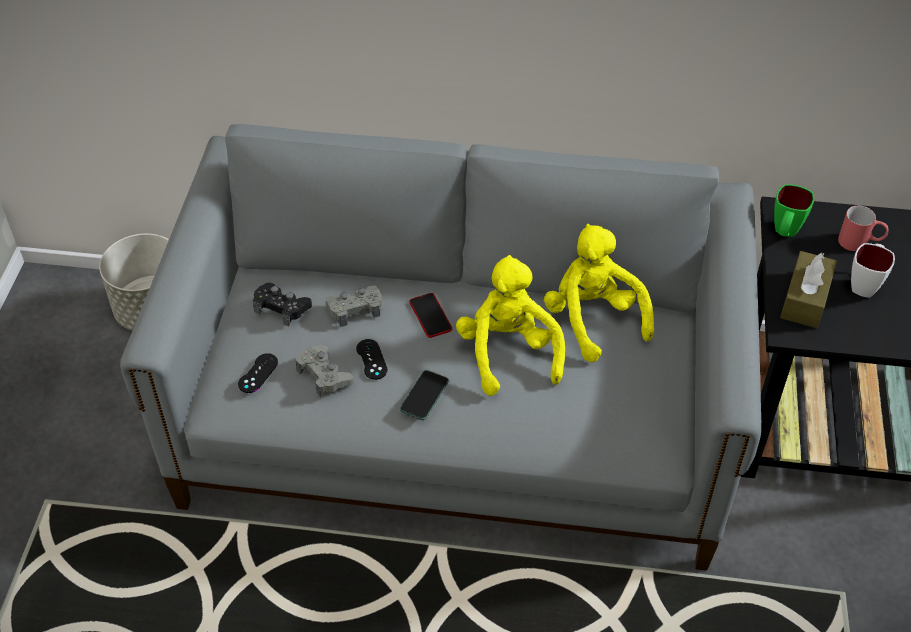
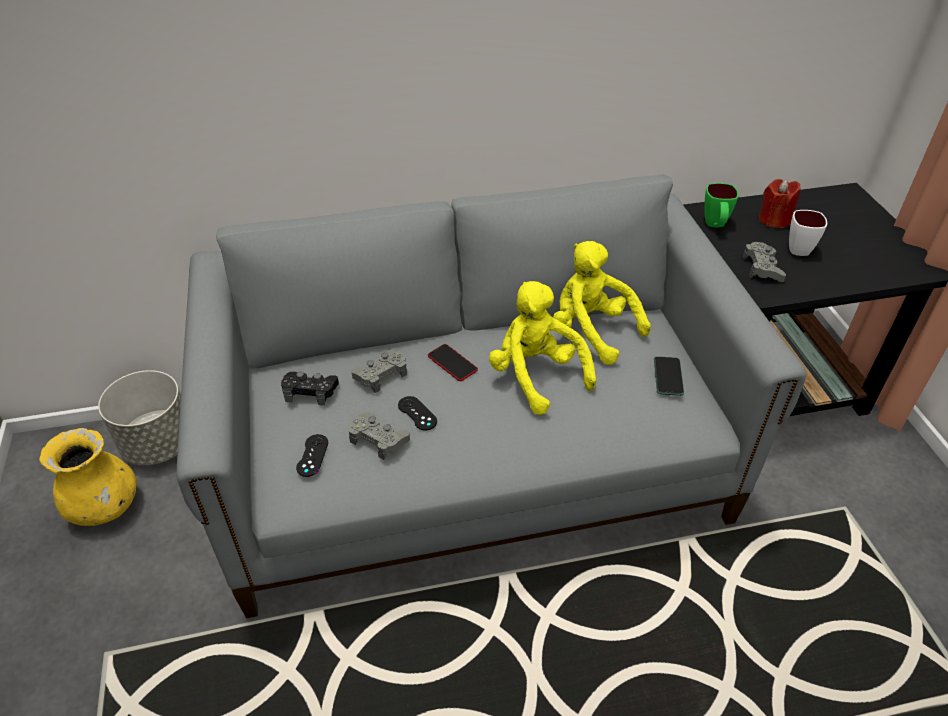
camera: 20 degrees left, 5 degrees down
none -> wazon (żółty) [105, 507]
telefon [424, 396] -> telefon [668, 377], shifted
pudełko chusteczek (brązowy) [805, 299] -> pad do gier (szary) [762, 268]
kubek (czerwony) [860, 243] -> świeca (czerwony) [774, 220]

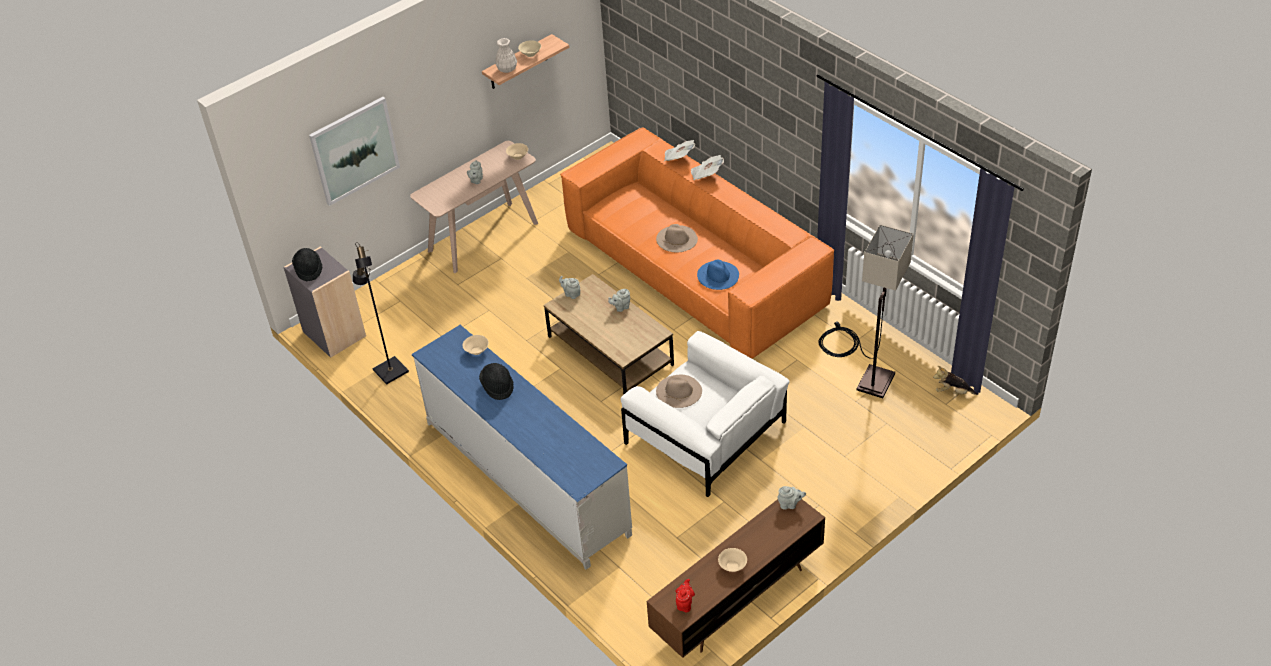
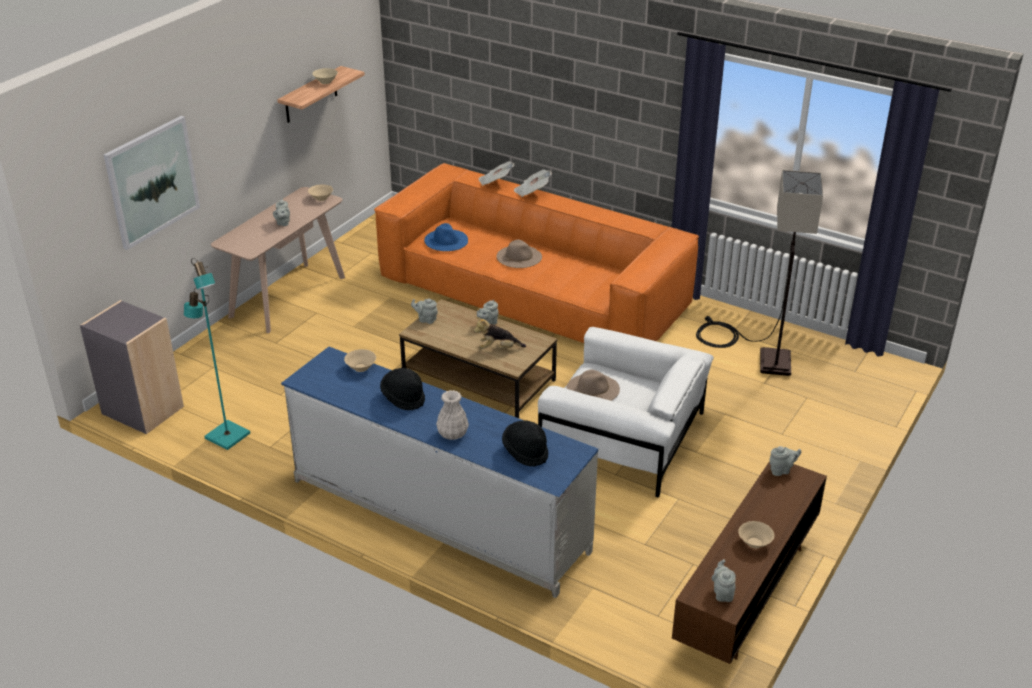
camera: 20 degrees left, 10 degrees down
lampa stojąca (czarny) [390, 371] -> lampa stojąca (turkusowy) [227, 435]
kapelusz (niebieski) [718, 275] -> kapelusz (niebieski) [446, 240], shifted
wazon (biały) [506, 69] -> wazon (biały) [452, 434], shifted
pluszak [953, 392] -> pluszak [498, 349], shifted
kapelusz (czarny) [308, 270] -> kapelusz (czarny) [525, 452], shifted
imbryk (czerwony) [685, 603] -> imbryk (szary) [722, 593]

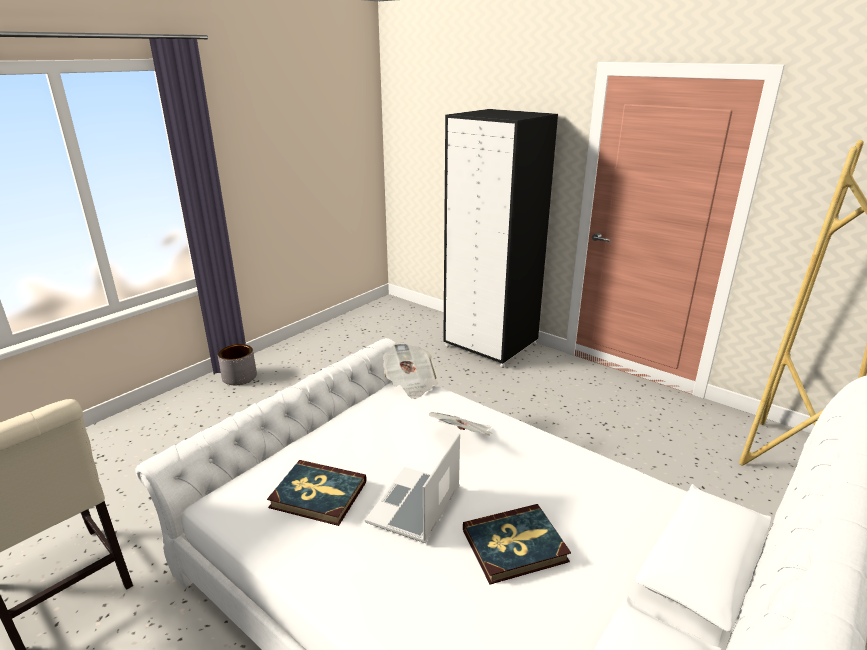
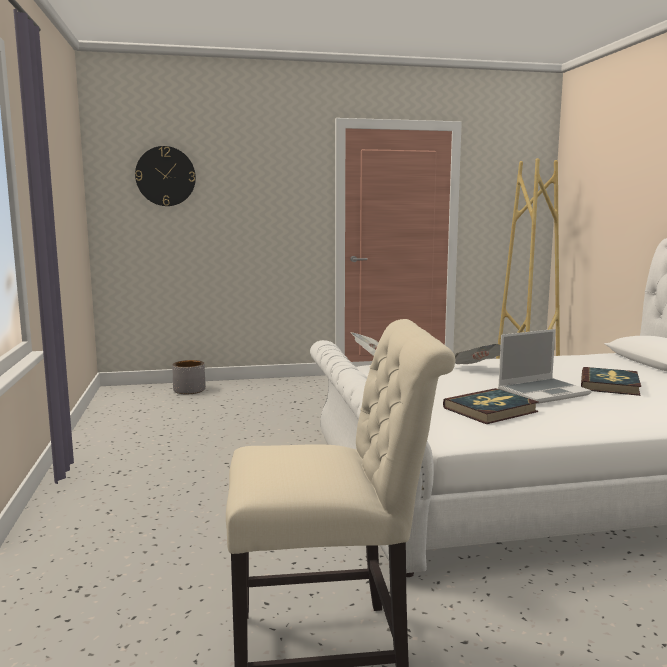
camera: 50 degrees left, 15 degrees down
none -> zegar ścienny [165, 176]
donica (szary) [239, 377] -> donica (szary) [189, 390], shifted
laptop [415, 507] -> laptop [543, 392], 90 degrees counterclockwise
szafa [491, 346] -> none

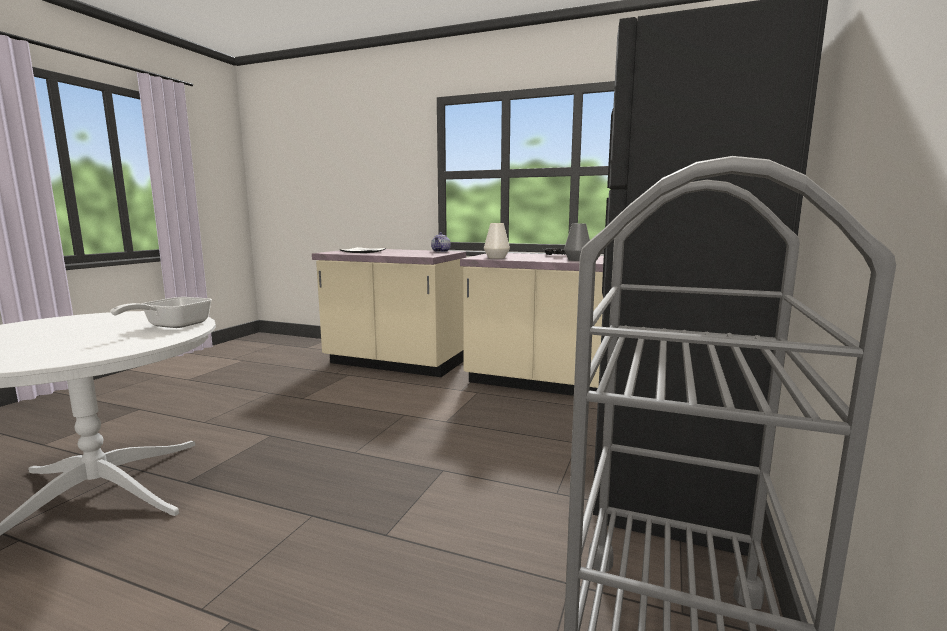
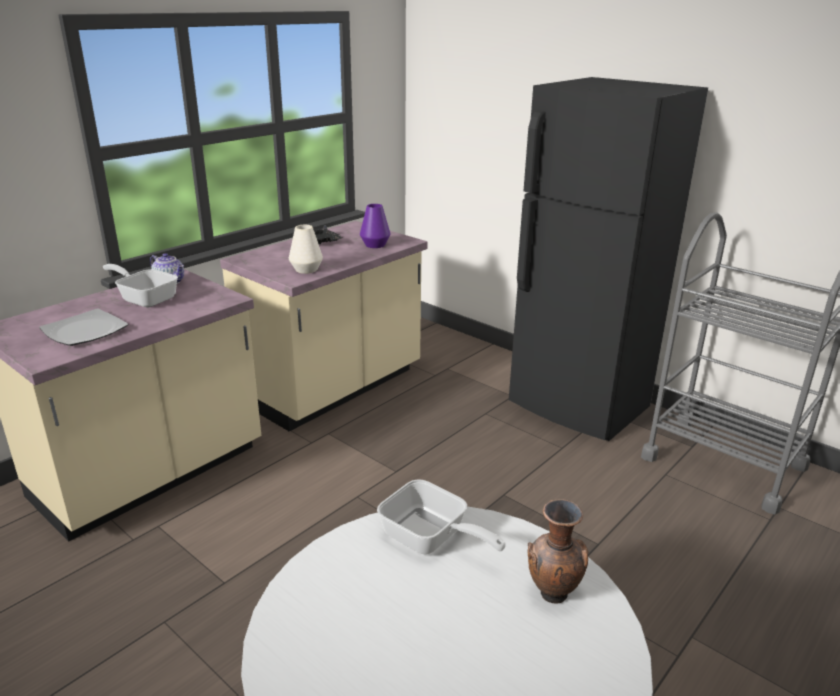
camera: 70 degrees left, 15 degrees up
none -> patelnia [145, 298]
wazon (szary) [577, 260] -> wazon (fioletowy) [375, 245]
none -> wazon (brązowy) [552, 596]

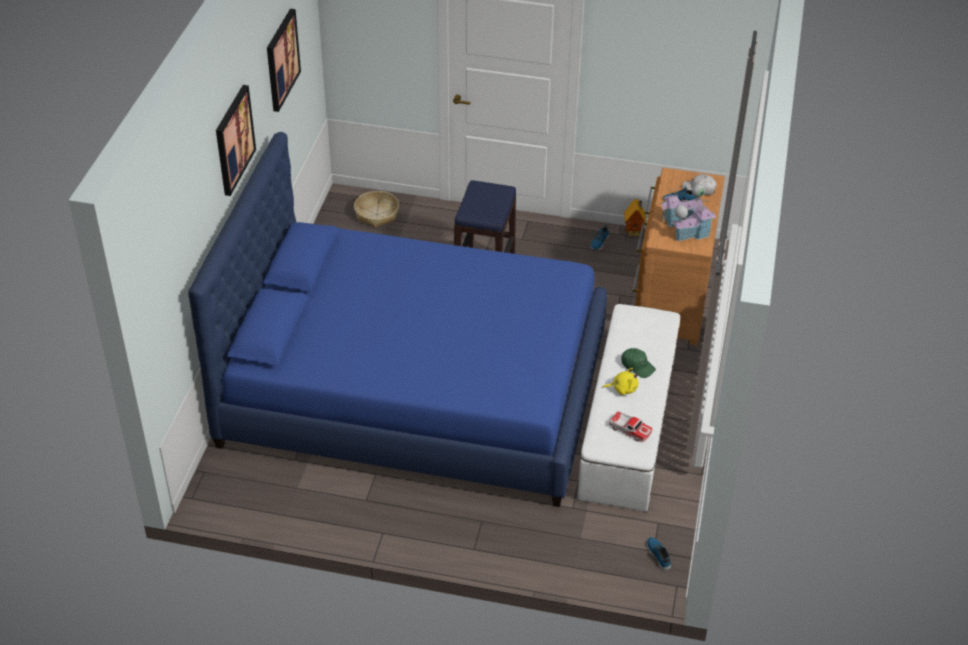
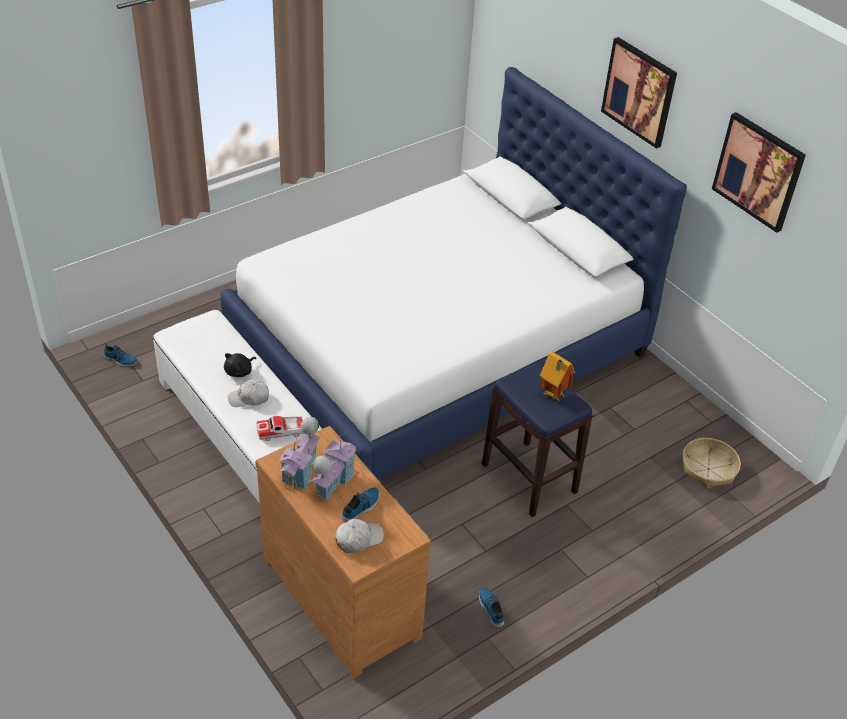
camera: 130 degrees right, 0 degrees up
łóżko (niebieski) [414, 389] -> łóżko (biały) [438, 349]
pluszak (żółty) [622, 388] -> pluszak (czarny) [240, 371]
czapka z daszkiem (zielony) [637, 366] -> czapka z daszkiem (biały) [249, 398]
samochodzik [629, 430] -> samochodzik [281, 431], shifted
domek [634, 233] -> domek [553, 396], shifted

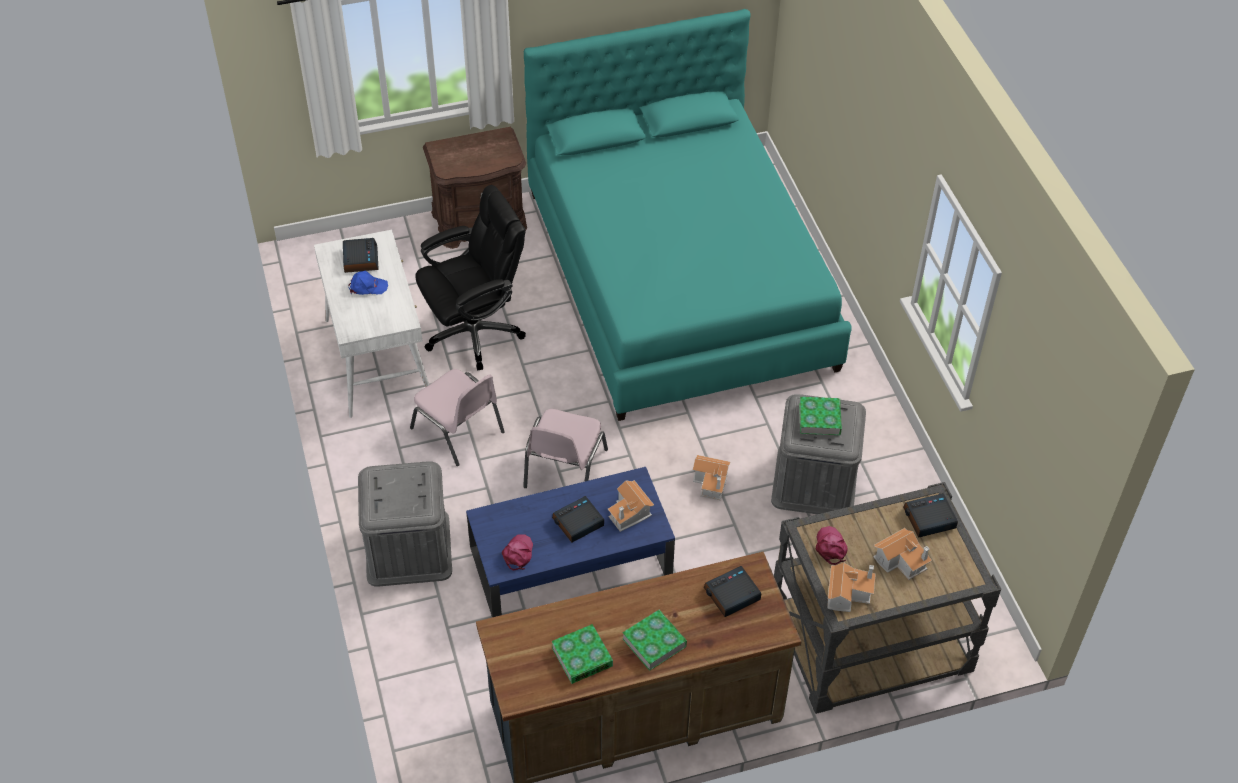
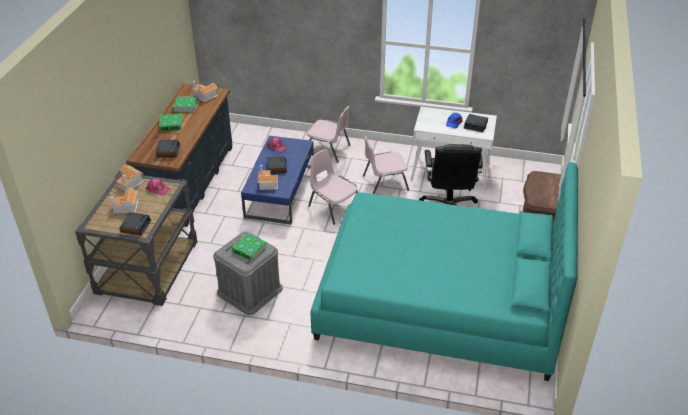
camera: 120 degrees right, 10 degrees down
domek [712, 483] -> domek [204, 96], shifted
pojemnik do przechowywania (szary) [408, 548] -> krzesło (różowy) [328, 150]

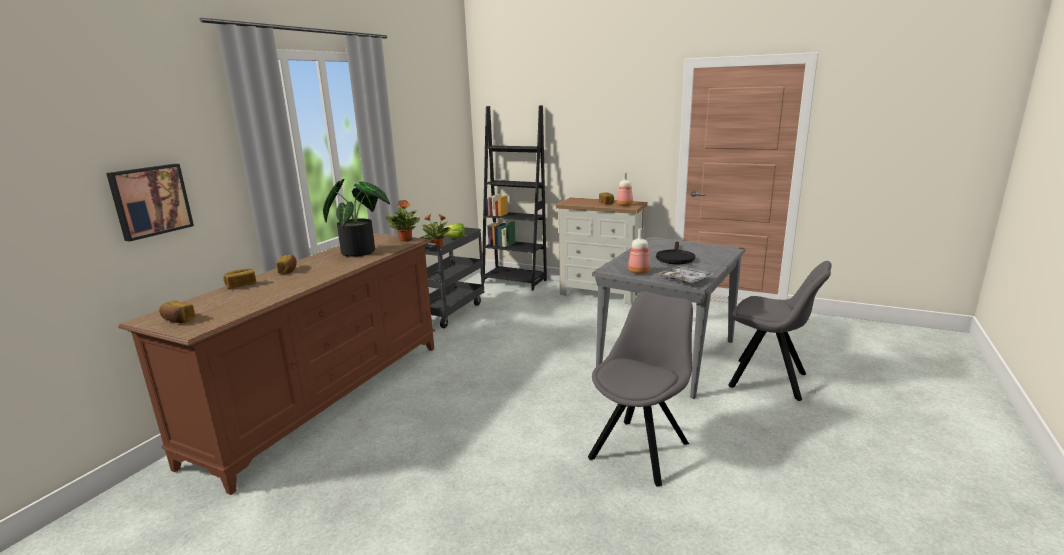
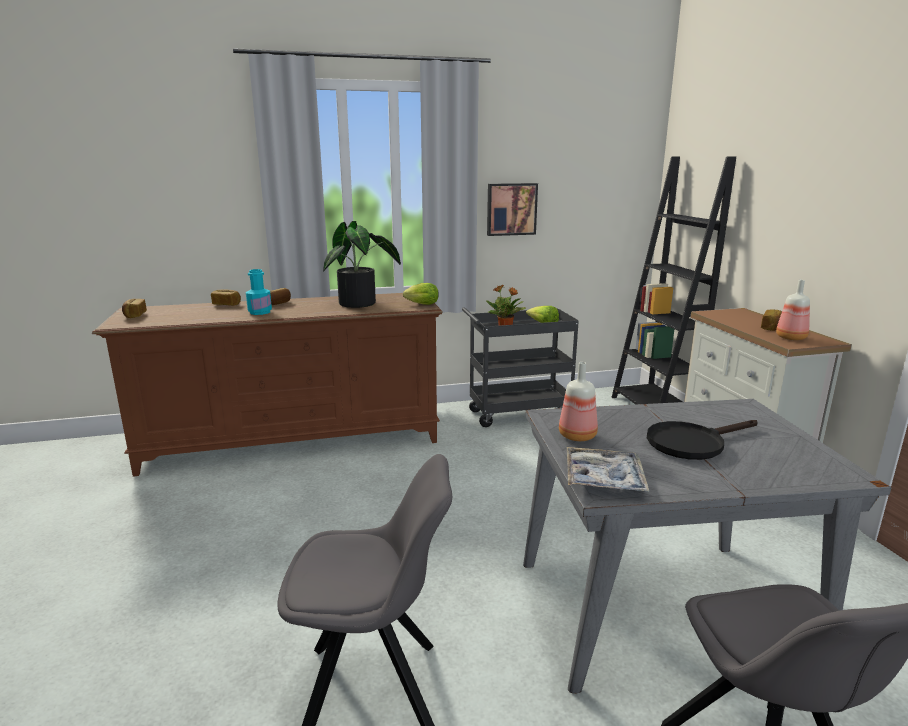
camera: 50 degrees right, 0 degrees up
none -> butelka (turkusowy) [260, 312]
roślina doniczkowa [406, 240] -> sałata [420, 304]
obraz [150, 201] -> obraz [511, 209], shifted

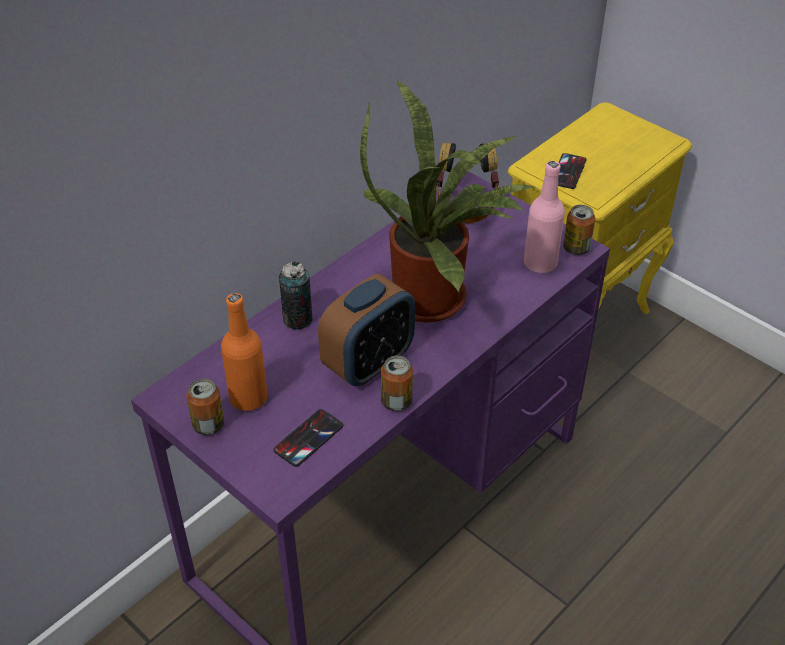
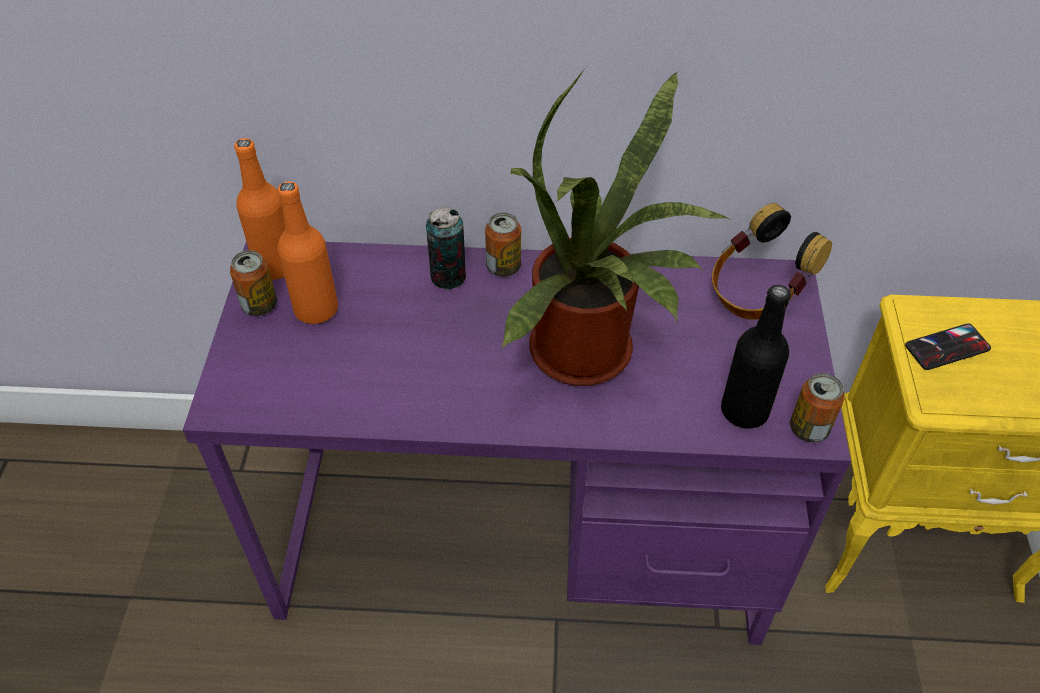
camera: 50 degrees right, 5 degrees up
none -> butelka (pomarańczowy) [276, 266]
puszka [396, 402] -> puszka [503, 267], shifted
butelka (różowy) [540, 263] -> butelka (czarny) [744, 411]
telefon [308, 438] -> none
budzik [368, 363] -> none

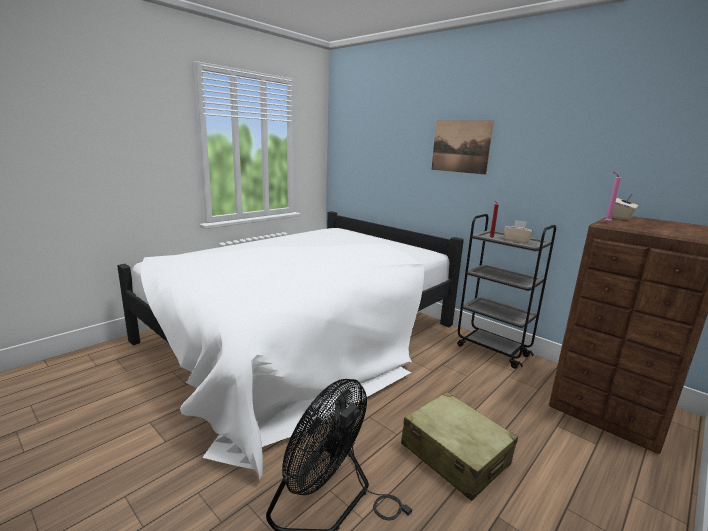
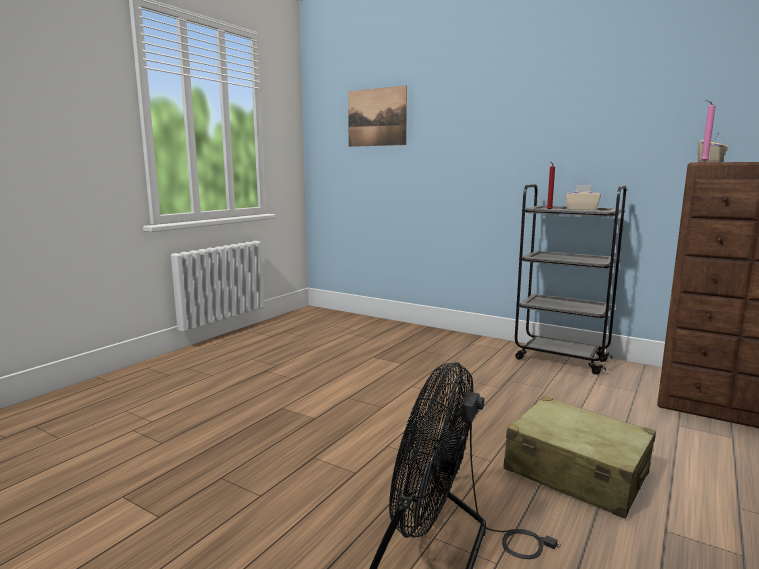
camera: 10 degrees left, 5 degrees down
obraz [460, 146] -> obraz [376, 117], shifted
łóżko (biały) [303, 338] -> none

